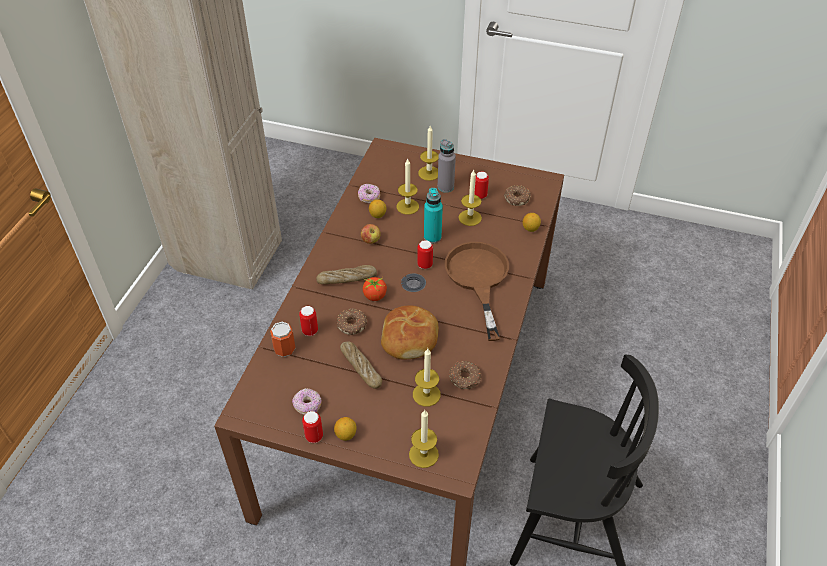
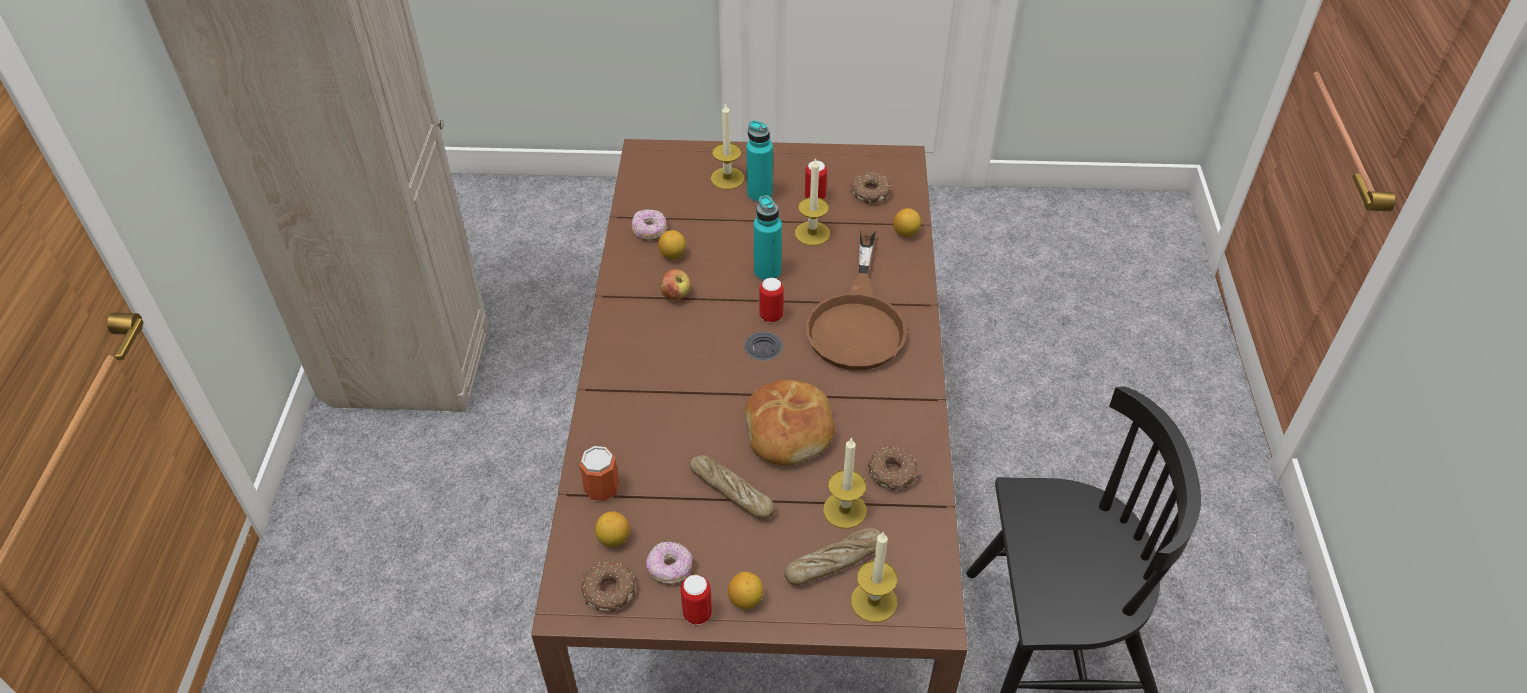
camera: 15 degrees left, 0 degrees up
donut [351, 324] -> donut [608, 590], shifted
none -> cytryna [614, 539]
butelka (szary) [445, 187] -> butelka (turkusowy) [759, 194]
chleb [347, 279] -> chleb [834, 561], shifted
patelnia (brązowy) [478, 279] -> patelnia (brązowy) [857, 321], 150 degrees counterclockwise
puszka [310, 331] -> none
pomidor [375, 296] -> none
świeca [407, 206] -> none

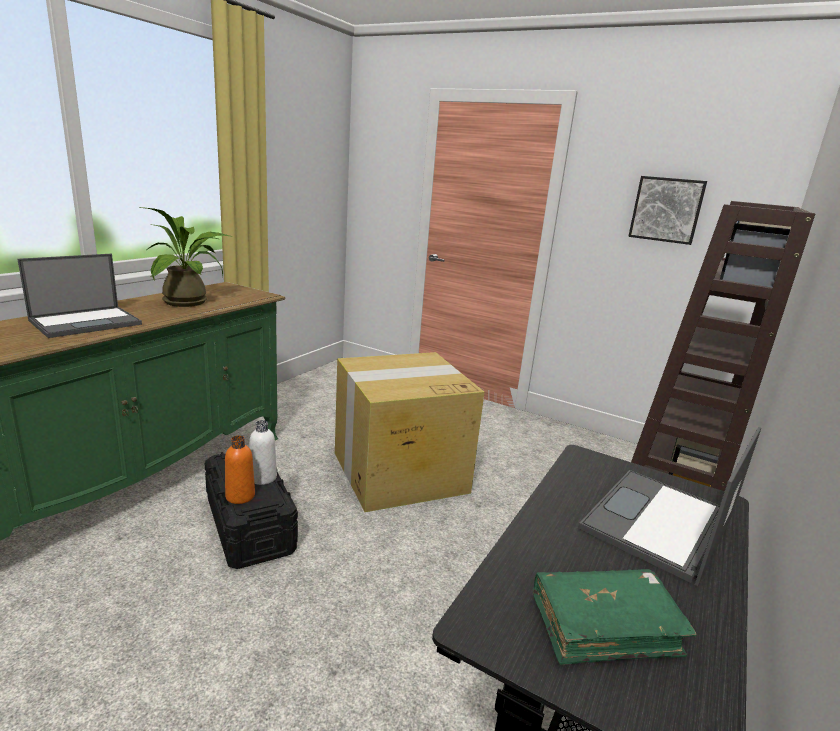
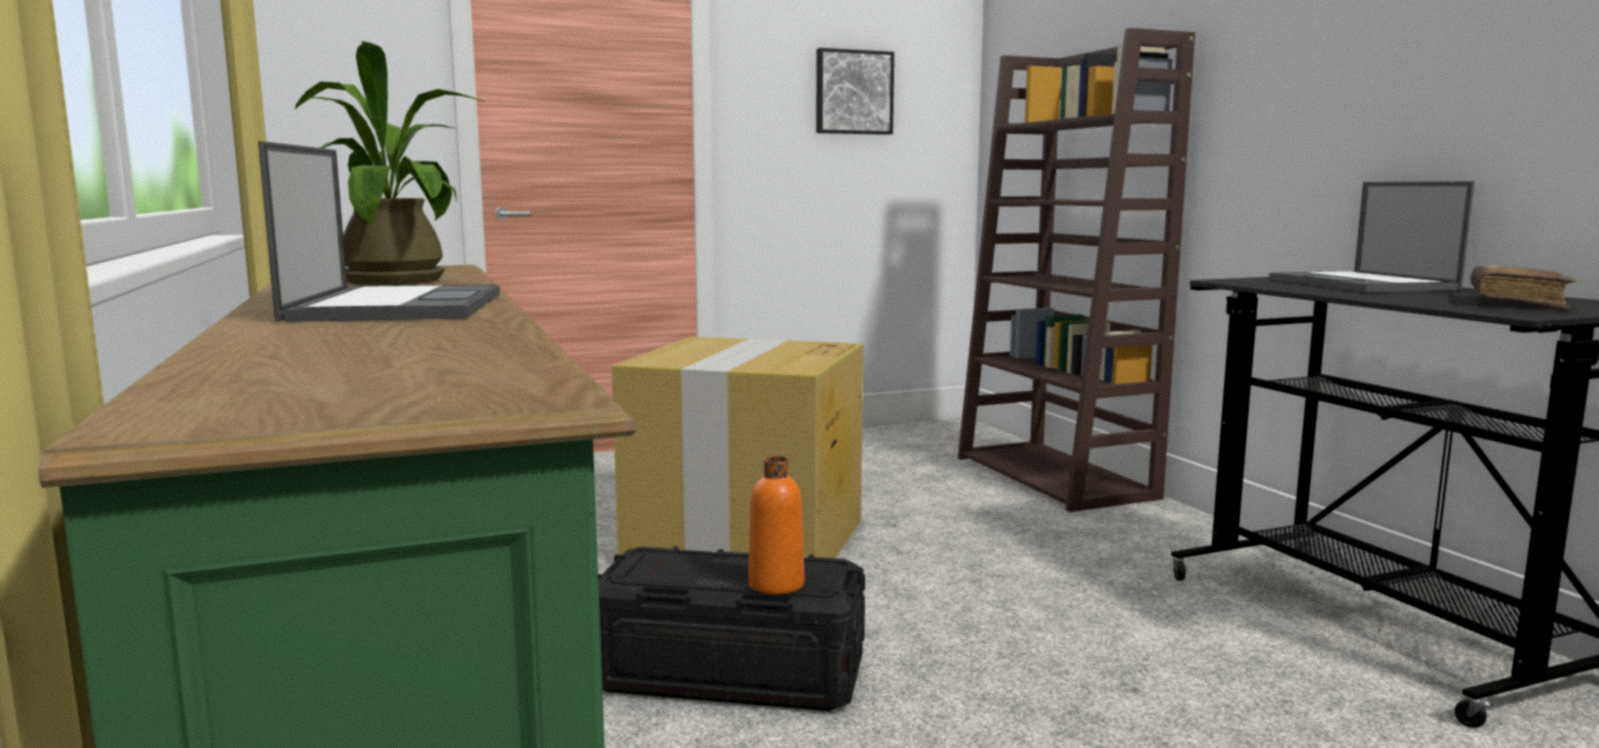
camera: 50 degrees left, 10 degrees down
książka (zielony) [604, 626] -> książka (brązowy) [1517, 302]
butelka (biały) [263, 478] -> none

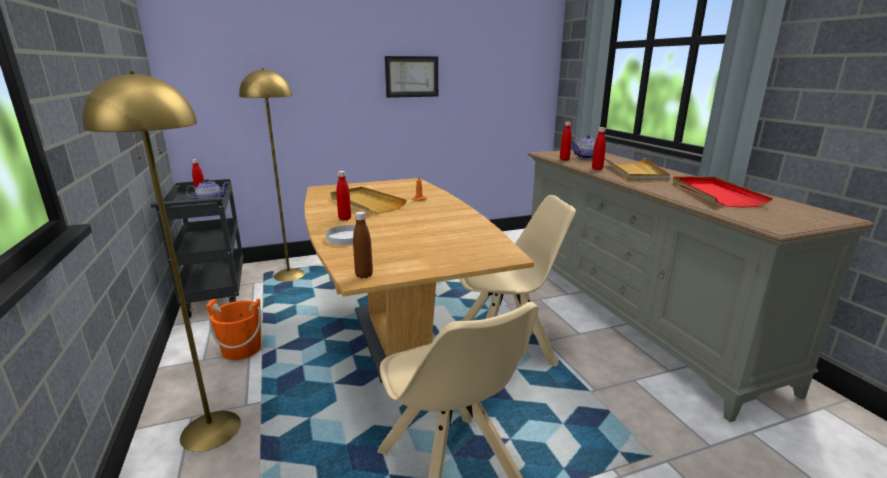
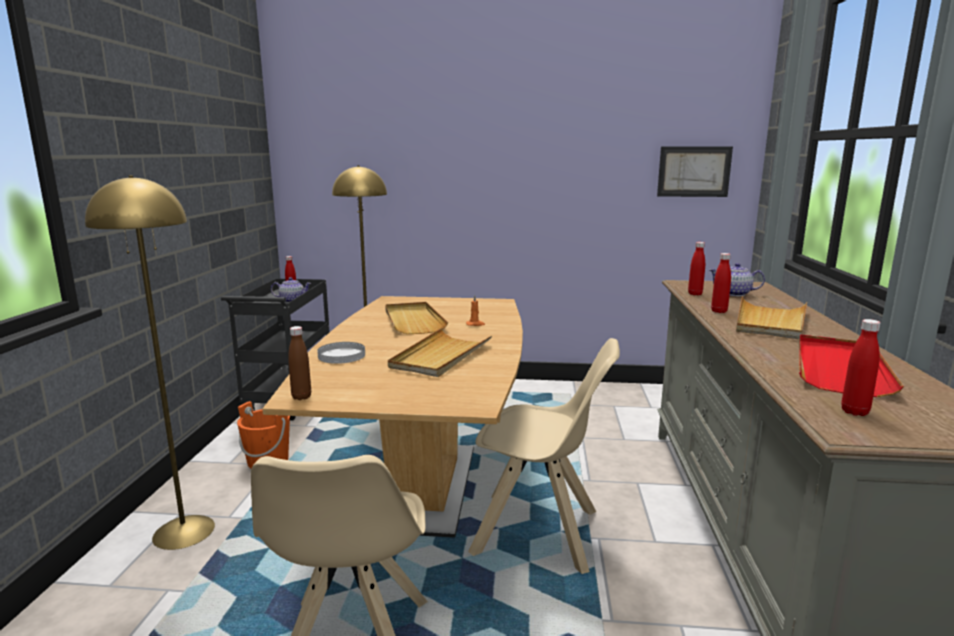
camera: 25 degrees right, 5 degrees down
none -> taca (beżowy) [440, 356]
obraz [412, 76] -> obraz [694, 171], shifted
butelka (czerwony) [345, 218] -> butelka (czerwony) [854, 412], shifted

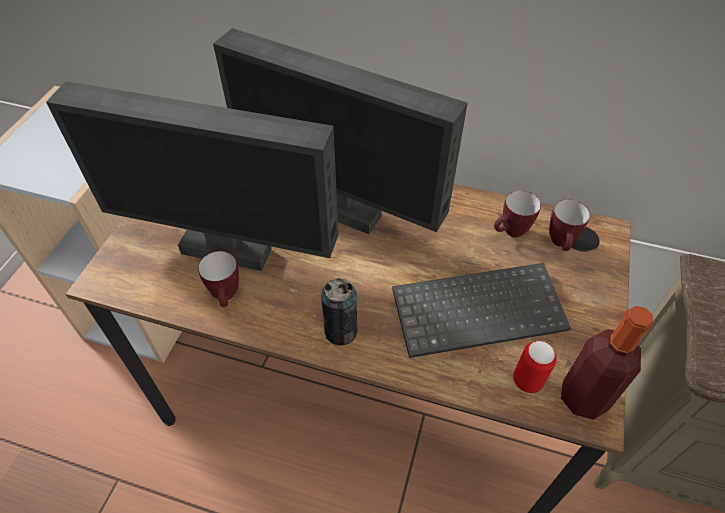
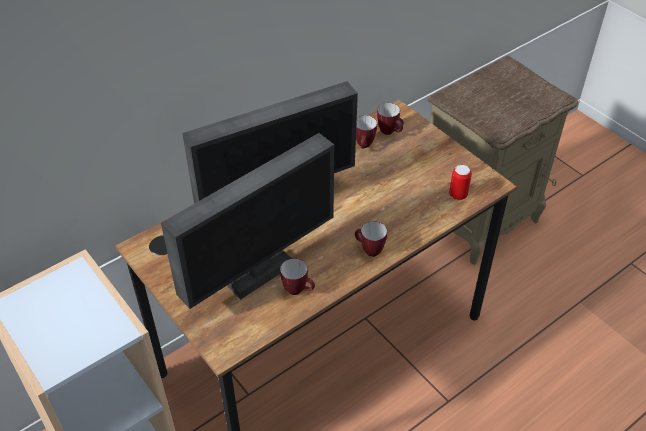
camera: 55 degrees left, 5 degrees down
puszka [340, 331] -> kubek [368, 250]
klawiatura [479, 308] -> none
butelka [583, 398] -> none

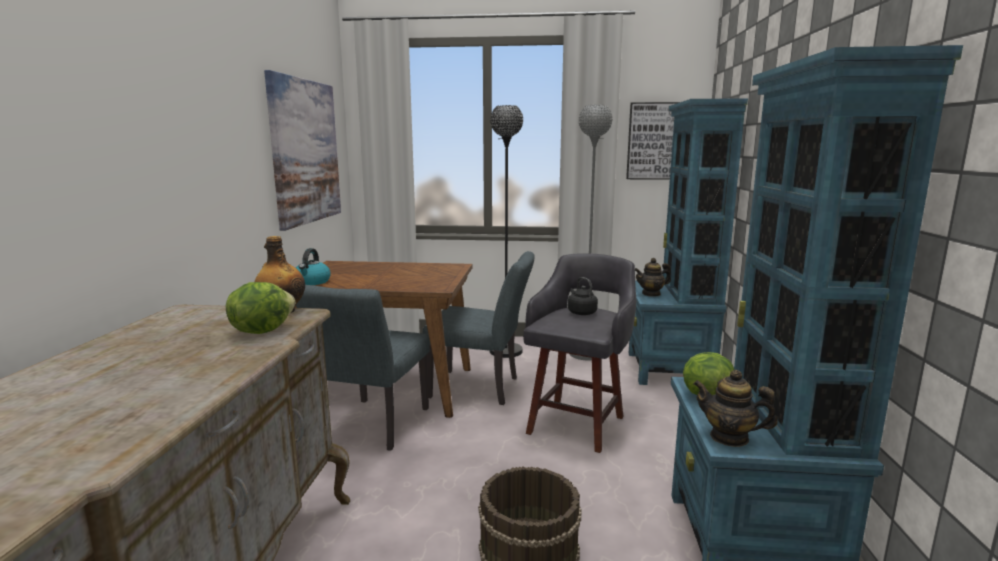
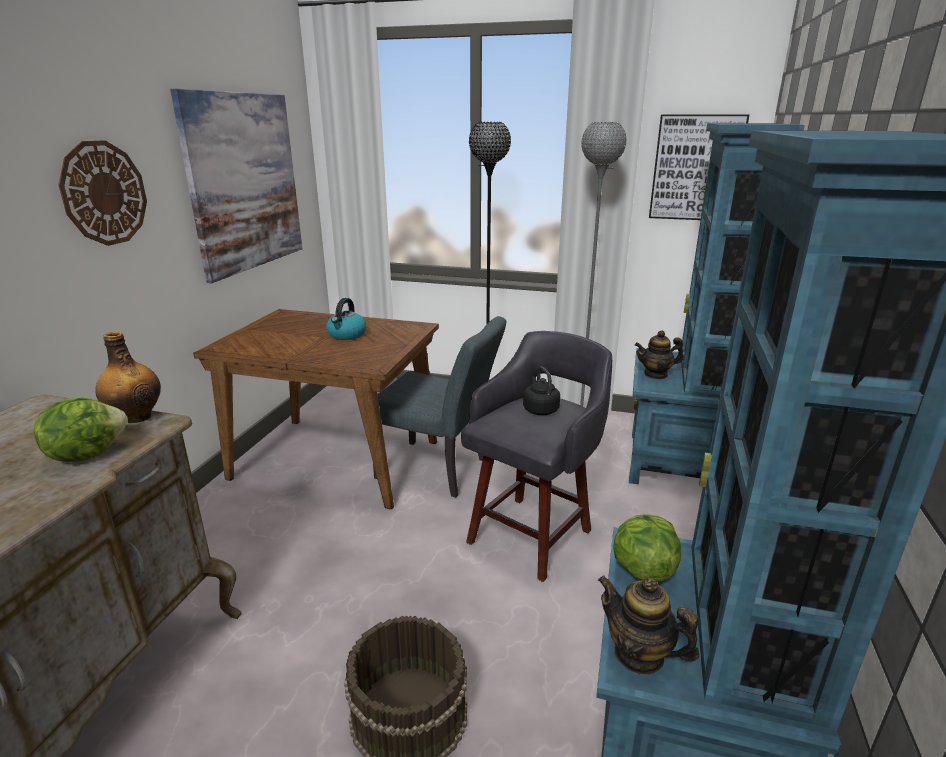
camera: 10 degrees right, 10 degrees up
none -> zegar ścienny [104, 193]
czajnik [312, 282] -> czajnik [347, 335], shifted
krzesło (szary) [372, 428] -> none

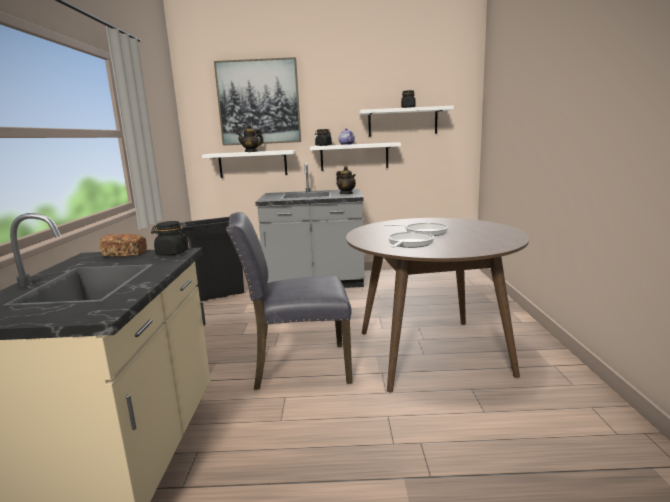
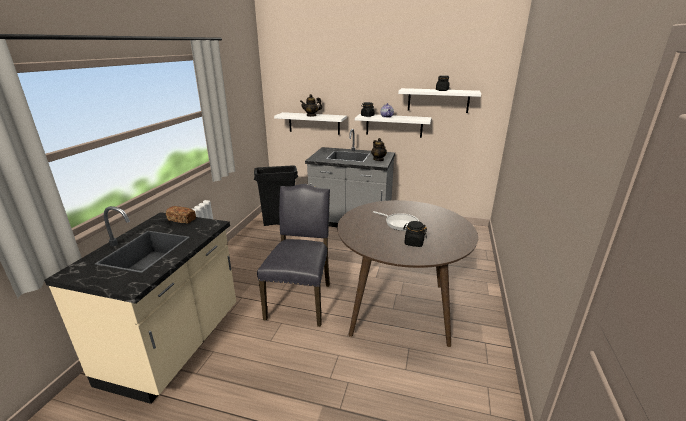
camera: 15 degrees right, 10 degrees up
krzesło (szary) [298, 367] -> krzesło (szary) [301, 300], 90 degrees clockwise
słoik (czarny) [172, 253] -> słoik (czarny) [413, 243], shifted
obraz [259, 102] -> none
patelnia [409, 243] -> none

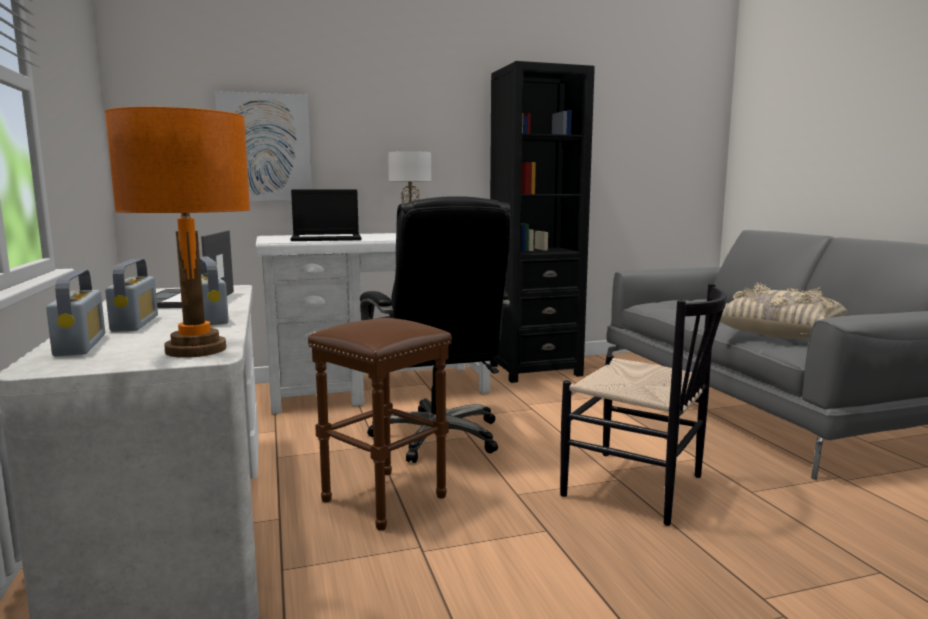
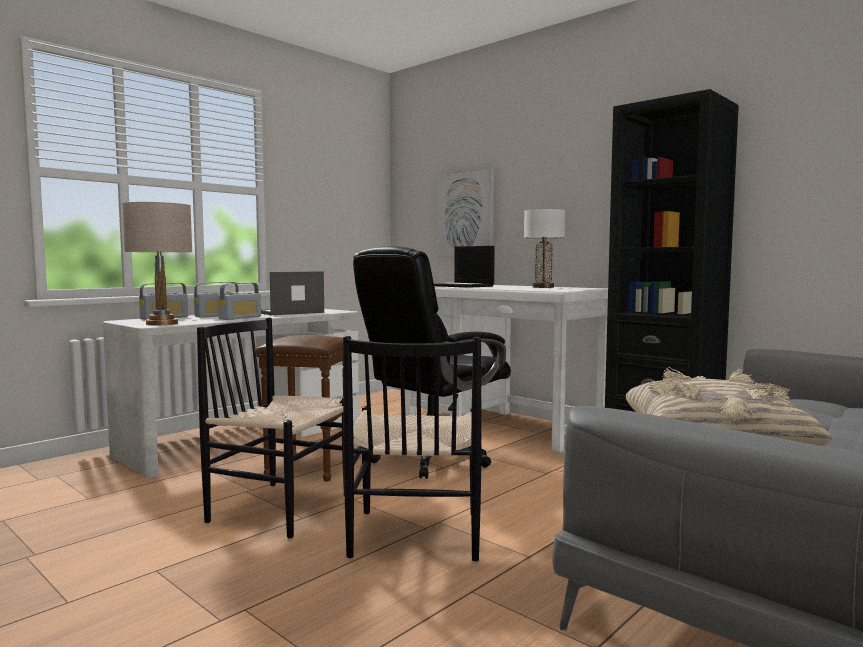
camera: 60 degrees right, 5 degrees down
lampa stołowa (pomarańczowy) [195, 350] -> lampa stołowa (beżowy) [162, 323]
none -> krzesło (czarny) [275, 508]

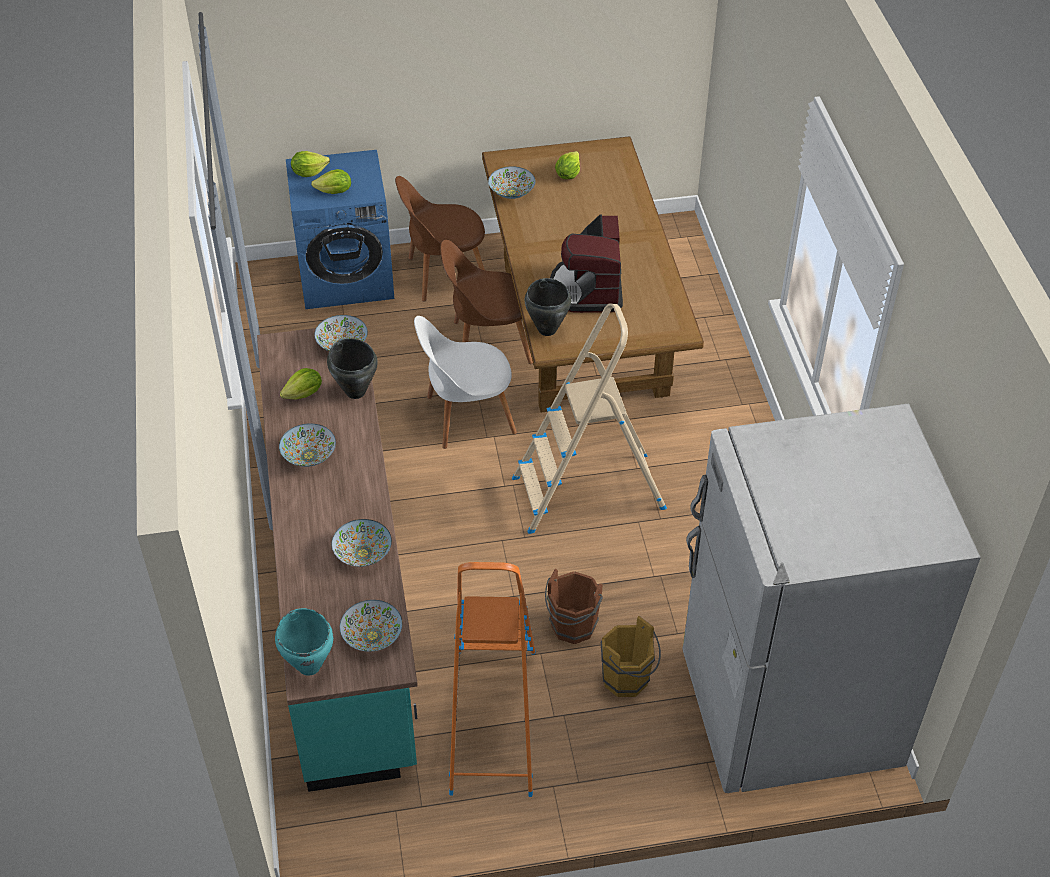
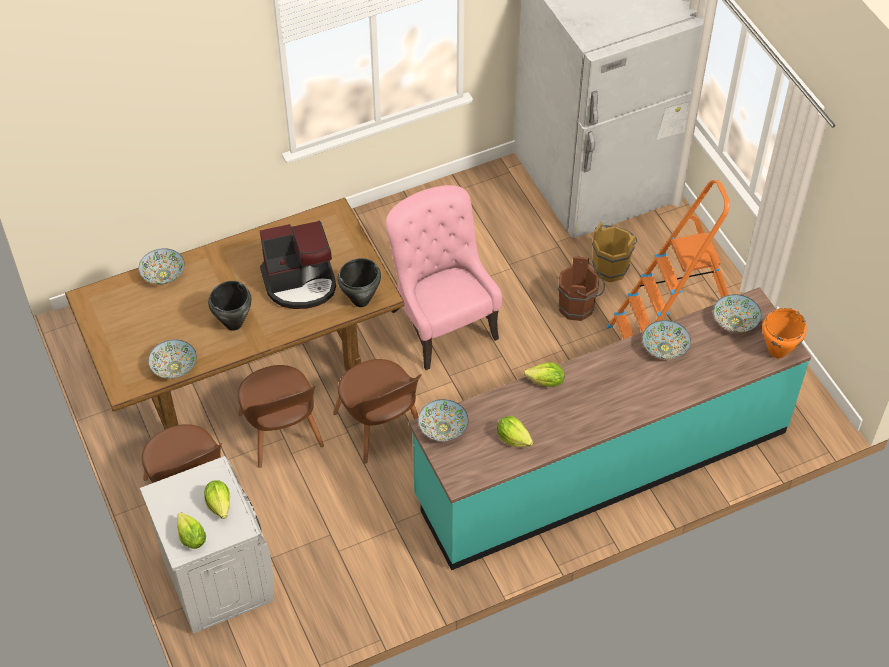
camera: 105 degrees left, 5 degrees up
miska [309, 456] -> miska [163, 274], shifted
pralka (niebieski) [347, 280] -> pralka (biały) [218, 578]
garnek (czarny) [355, 391] -> garnek (czarny) [233, 324], shifted
krzesło (biały) [466, 416] -> krzesło (brązowy) [380, 427]
drabinka (beżowy) [587, 493] -> krzesło (różowy) [442, 324]
sałata [568, 174] -> sałata [546, 382], shifted
garnek (turkusowy) [309, 665] -> garnek (pomarańczowy) [777, 351]

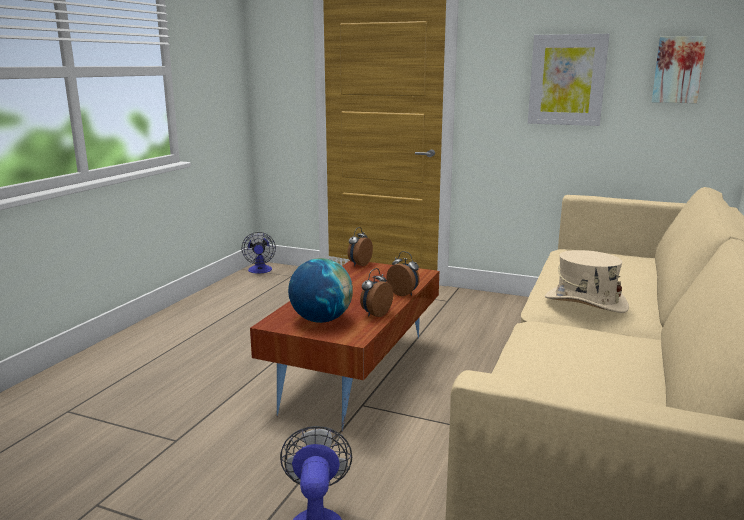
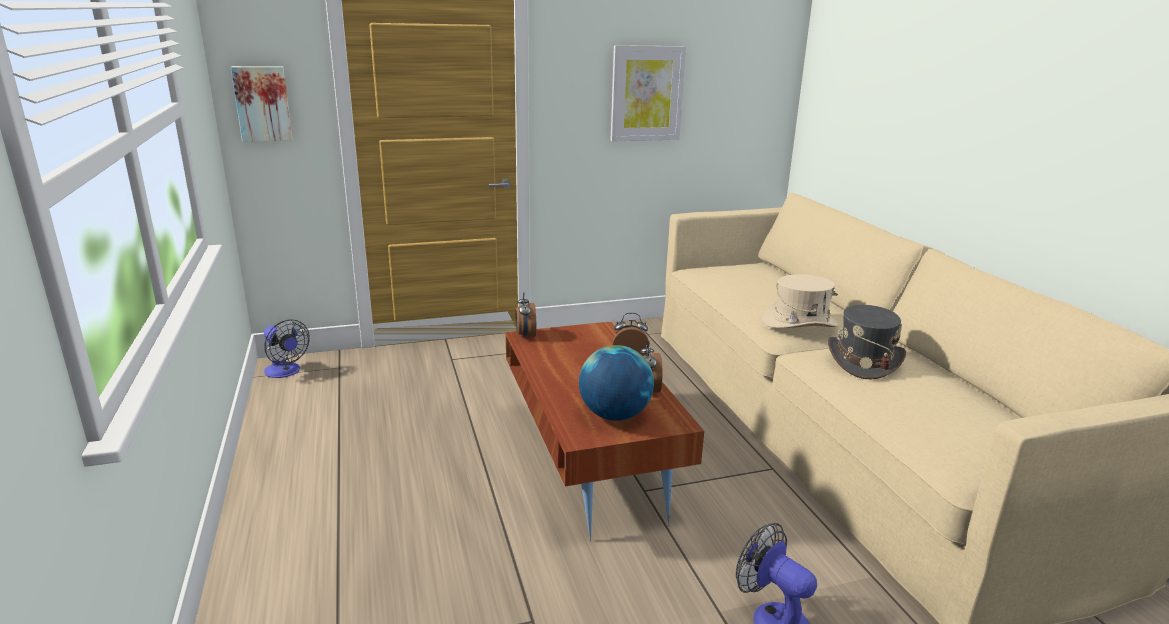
camera: 40 degrees left, 5 degrees up
obraz [678, 70] -> obraz [263, 103], shifted
none -> kapelusz (szary) [863, 361]

